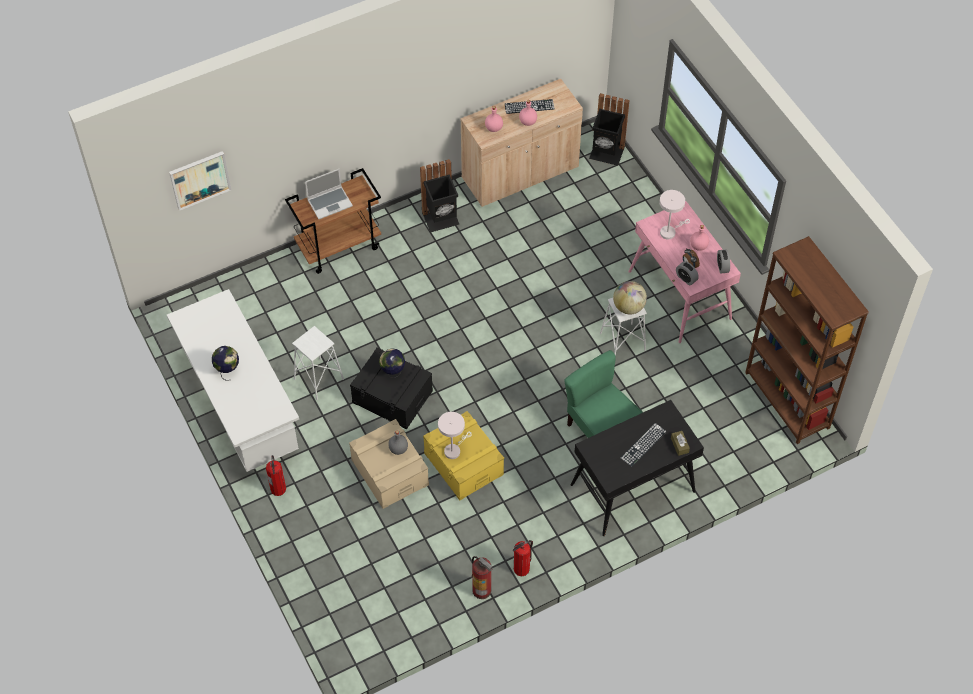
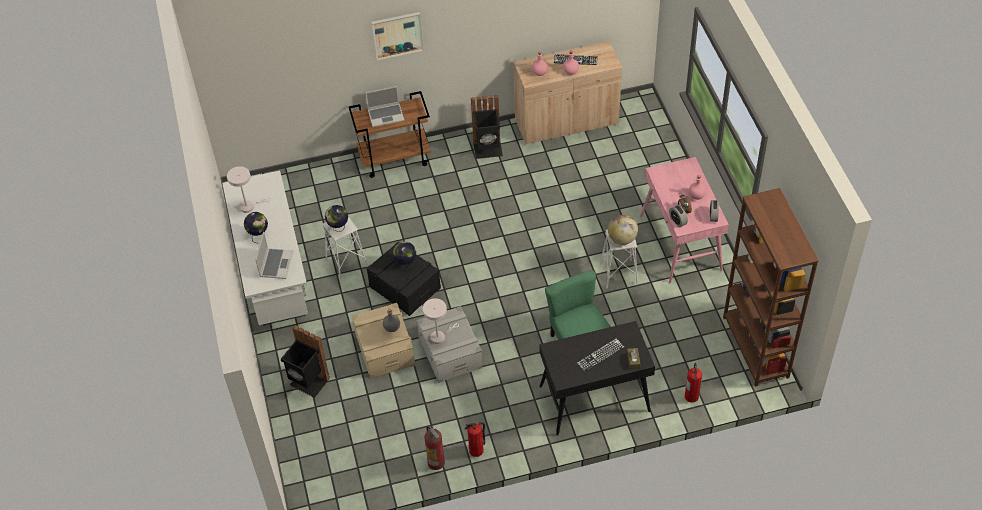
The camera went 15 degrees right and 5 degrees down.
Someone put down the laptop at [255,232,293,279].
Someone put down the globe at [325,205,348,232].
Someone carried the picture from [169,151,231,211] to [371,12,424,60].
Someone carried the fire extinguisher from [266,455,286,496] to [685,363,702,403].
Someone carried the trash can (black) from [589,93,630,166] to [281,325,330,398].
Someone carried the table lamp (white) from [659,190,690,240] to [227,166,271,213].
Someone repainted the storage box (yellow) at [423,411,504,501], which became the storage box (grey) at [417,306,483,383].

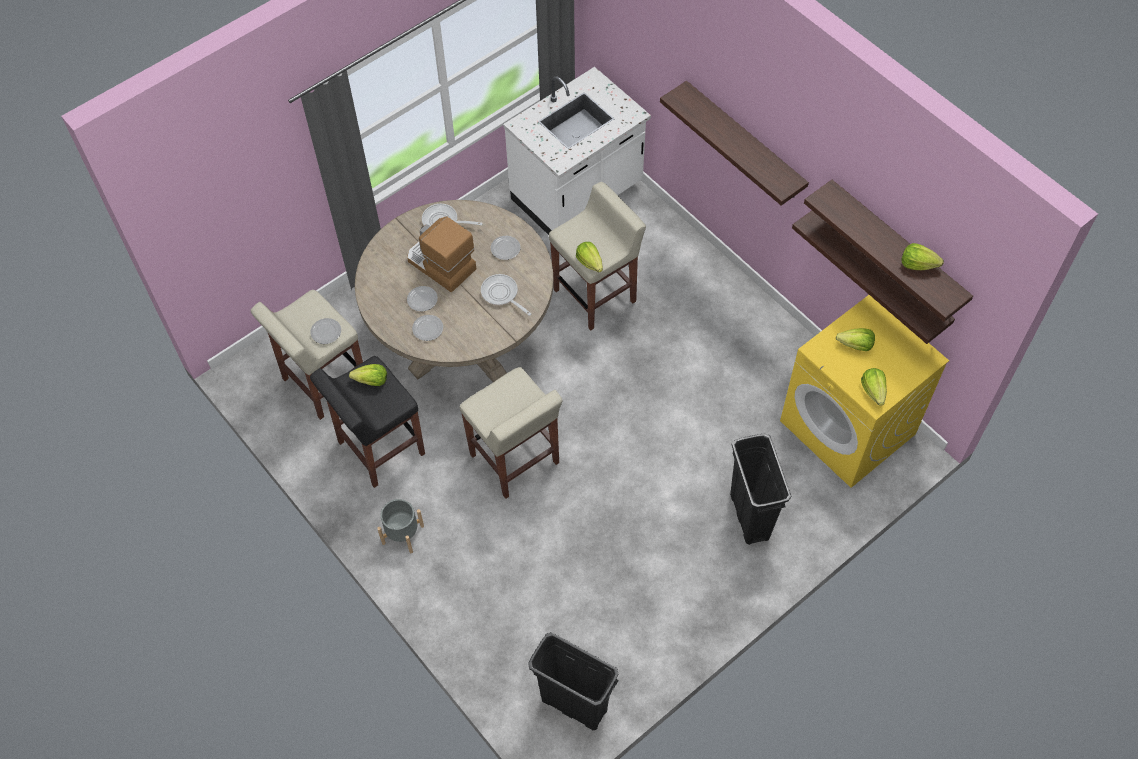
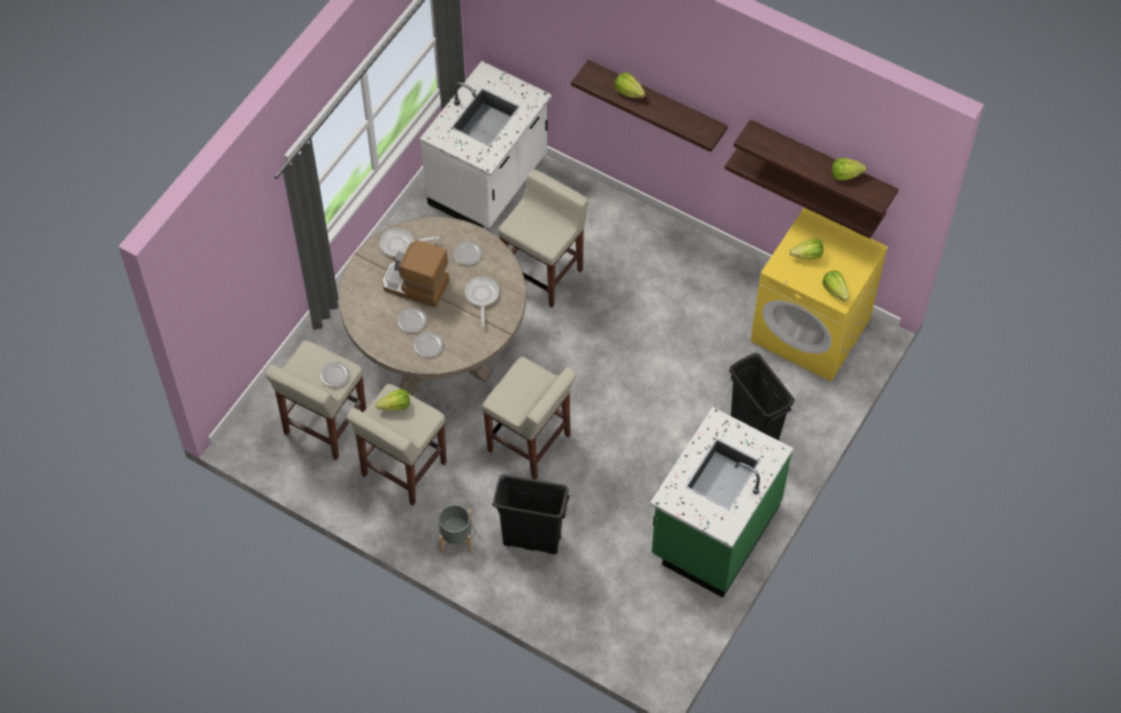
The camera went 20 degrees left and 0 degrees up.
Someone put down the counter (green) at [650,407,793,598].
Someone carried the trash can (black) from [528,632,619,730] to [492,474,570,554].
Someone carried the lettuce from [576,242,603,272] to [614,72,646,98].
Someone repainted the stool (black) at [310,356,425,488], which became the stool (beige) at [346,384,447,506].
Someone rotated the frying pan at [481,274,531,316] by 60 degrees clockwise.

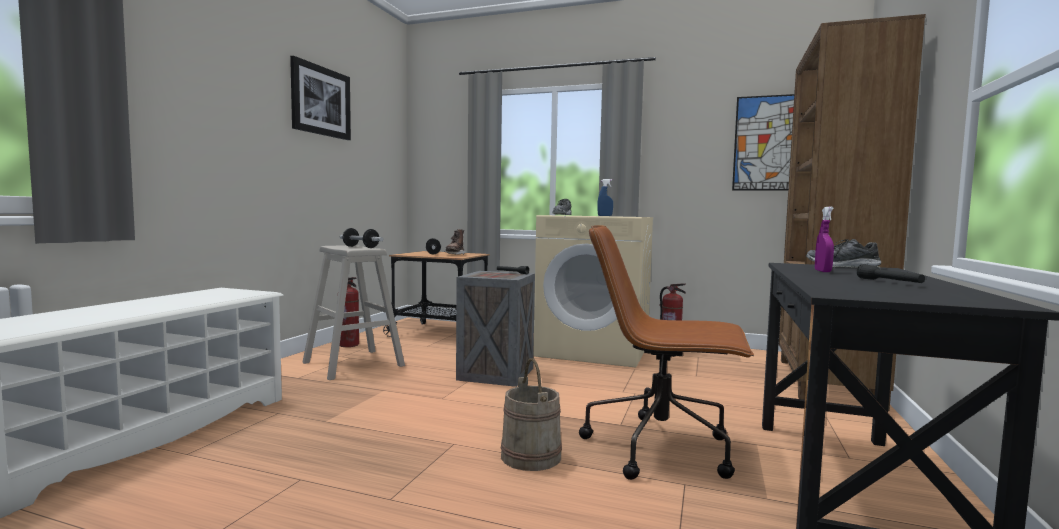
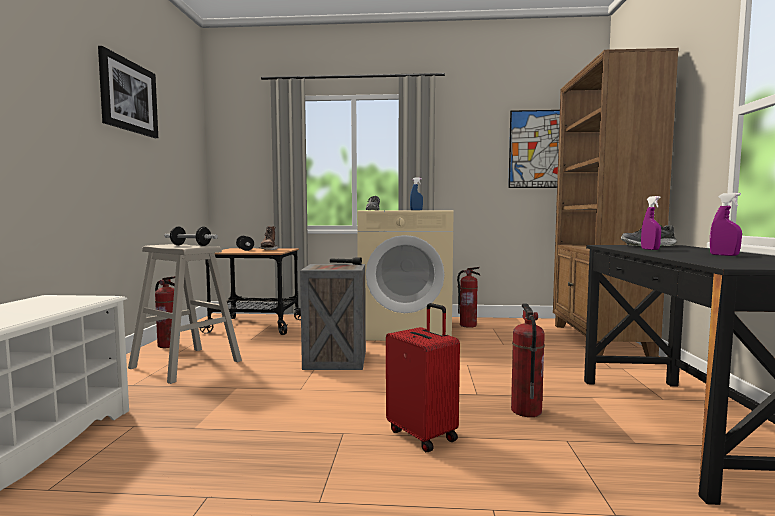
The camera went 15 degrees left and 0 degrees up.
Someone swapped the bucket (beige) at [500,358,562,471] for the suitcase (red) at [386,303,460,452].
Someone swapped the office chair (brown) at [579,225,754,480] for the fire extinguisher at [511,304,545,417].
Someone swapped the flashlight (black) at [857,264,925,283] for the spray bottle (purple) at [710,193,742,256].

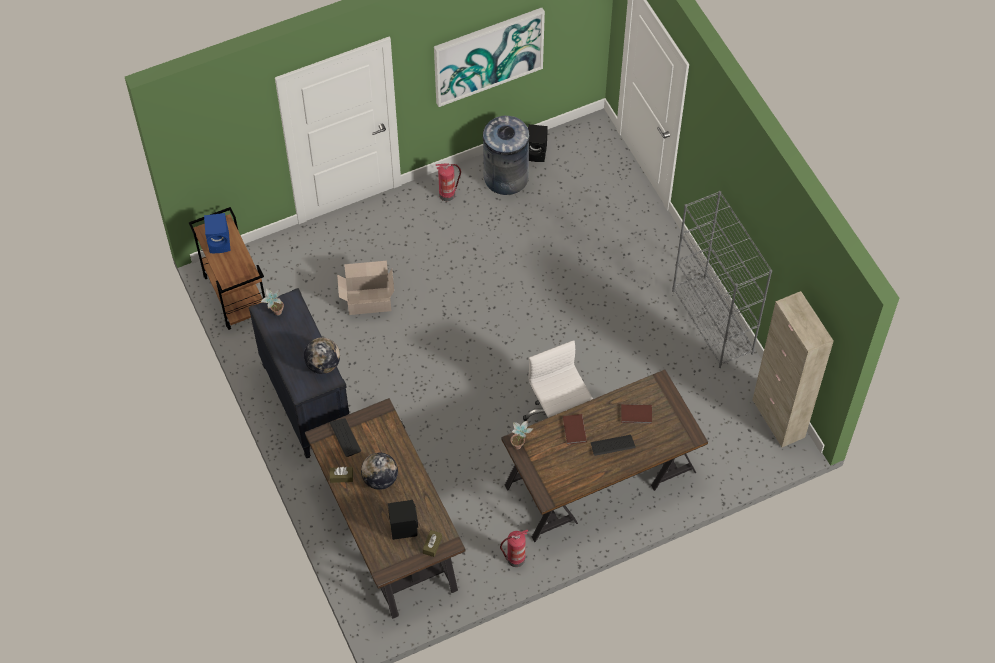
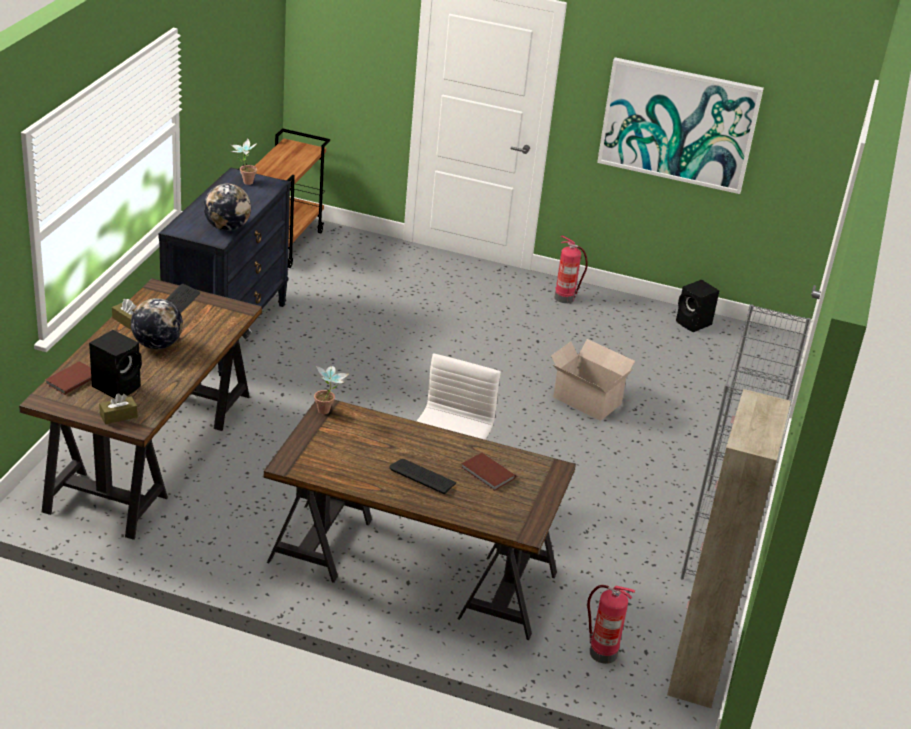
The camera went 40 degrees right and 25 degrees down.
Someone took away the speaker (blue) at [204,213,231,253].
Someone took away the trash can (grey) at [483,116,529,195].
Someone carried the cardboard box from [337,261,394,315] to [551,339,635,421].
Someone carried the fire extinguisher from [500,530,528,567] to [587,585,635,664].
Someone carried the book (brown) from [563,414,587,445] to [45,361,92,395].

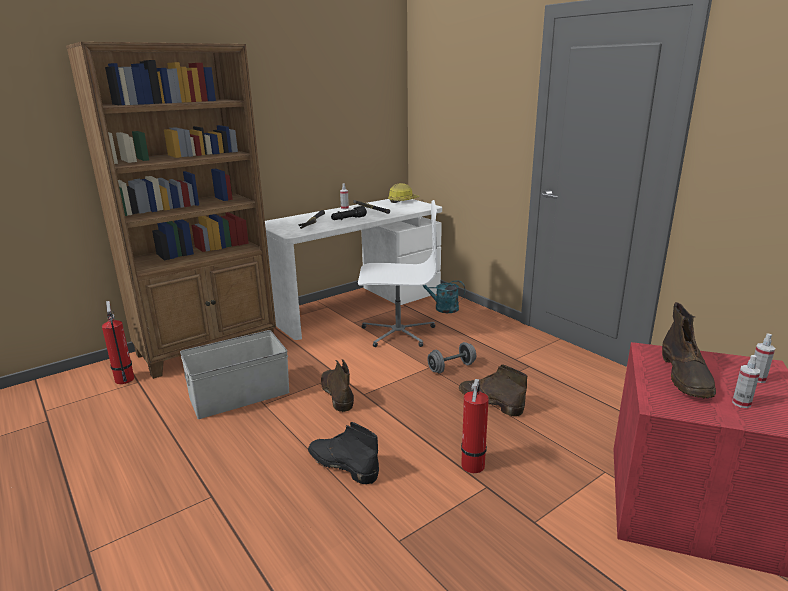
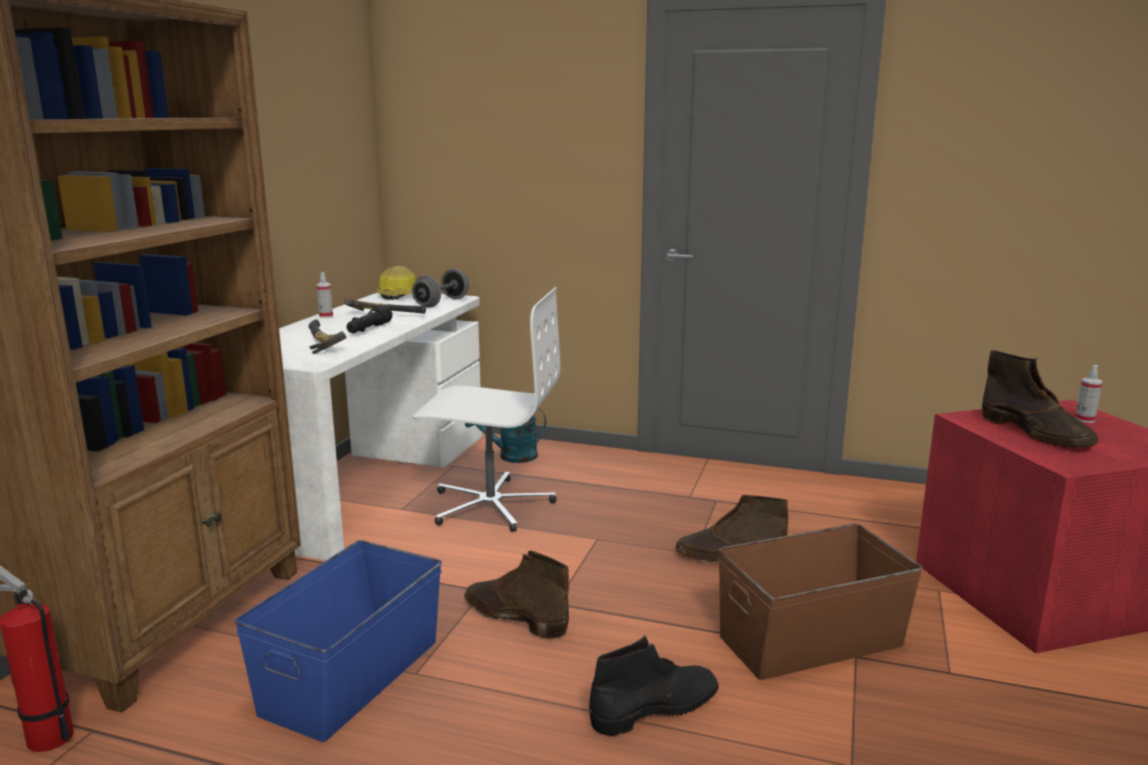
The camera went 35 degrees left and 5 degrees down.
Someone took away the spray bottle at [732,355,760,408].
Someone carried the dumbbell (grey) from [427,342,476,373] to [412,269,469,308].
Someone swapped the fire extinguisher at [461,379,489,473] for the storage box (brown) at [718,524,923,680].
Someone repainted the storage box (grey) at [180,330,289,419], which became the storage box (blue) at [235,540,442,742].
Someone rotated the boot (black) at [308,422,379,484] by 150 degrees clockwise.
Someone rotated the office chair (white) at [358,200,438,347] by 45 degrees clockwise.

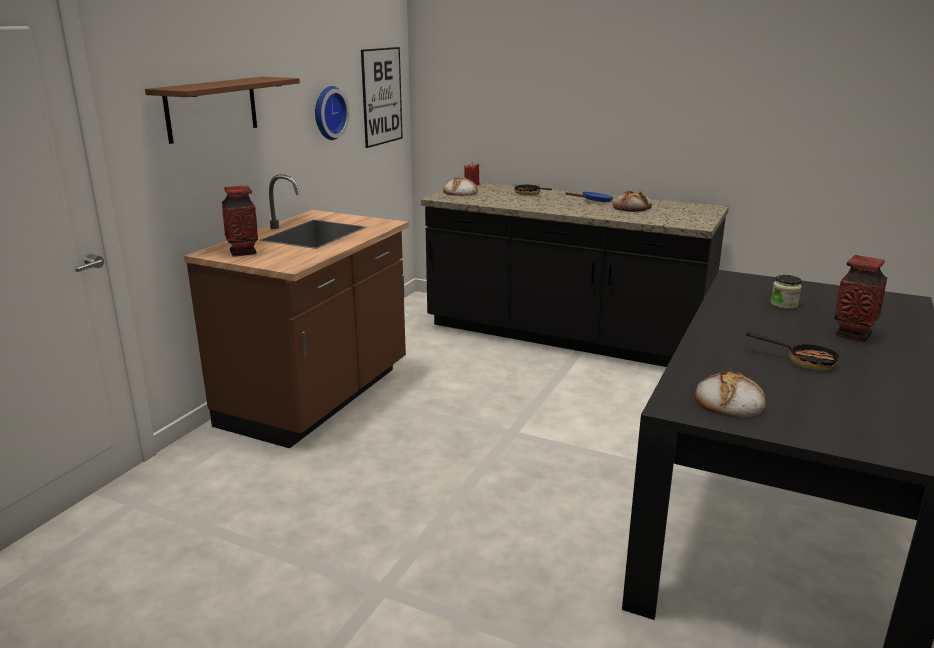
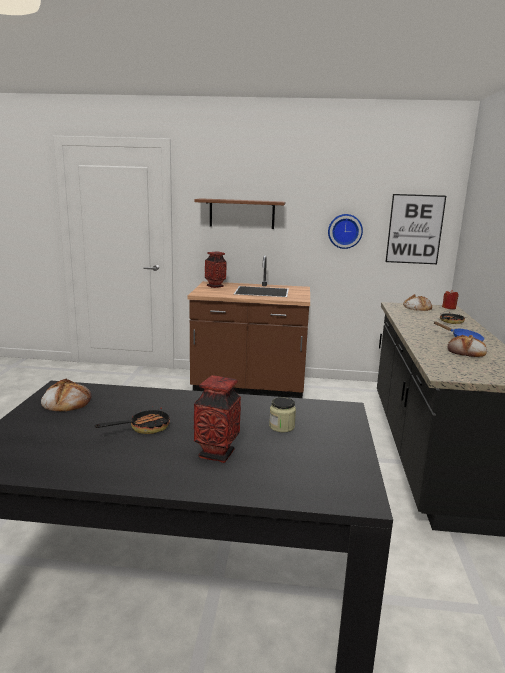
The camera went 70 degrees right and 5 degrees down.
Someone rotated the frying pan at [746,332,840,371] by 135 degrees counterclockwise.

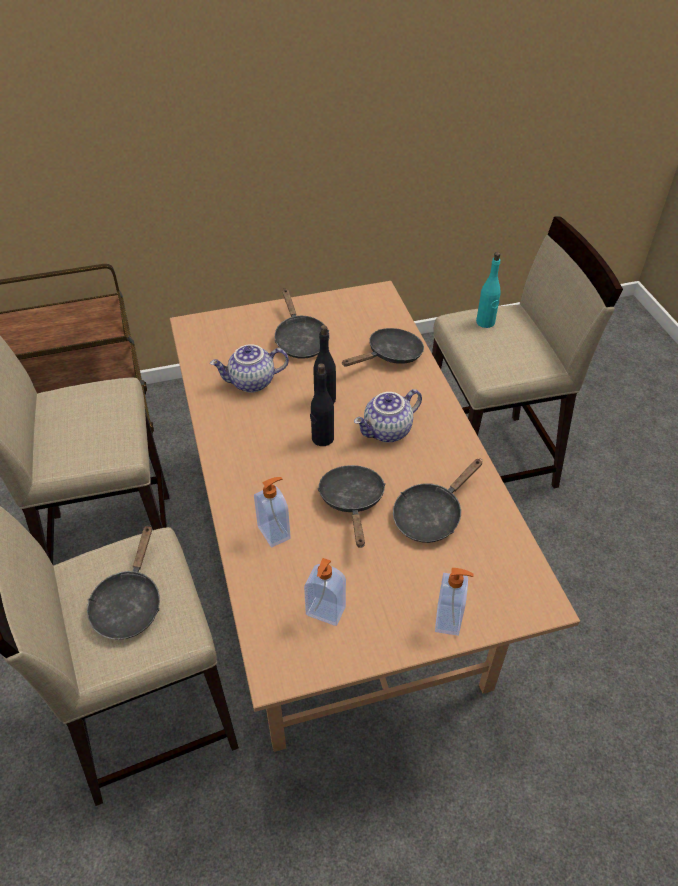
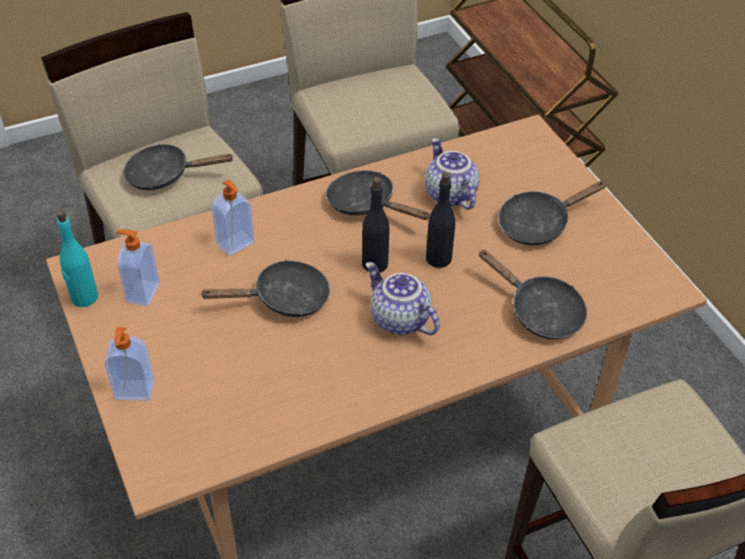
The camera went 80 degrees right and 0 degrees up.
Someone carried the frying pan (black) from [393,459,483,543] to [326,170,430,220].
Someone carried the bottle (turquoise) from [476,252,501,328] to [57,210,98,307].

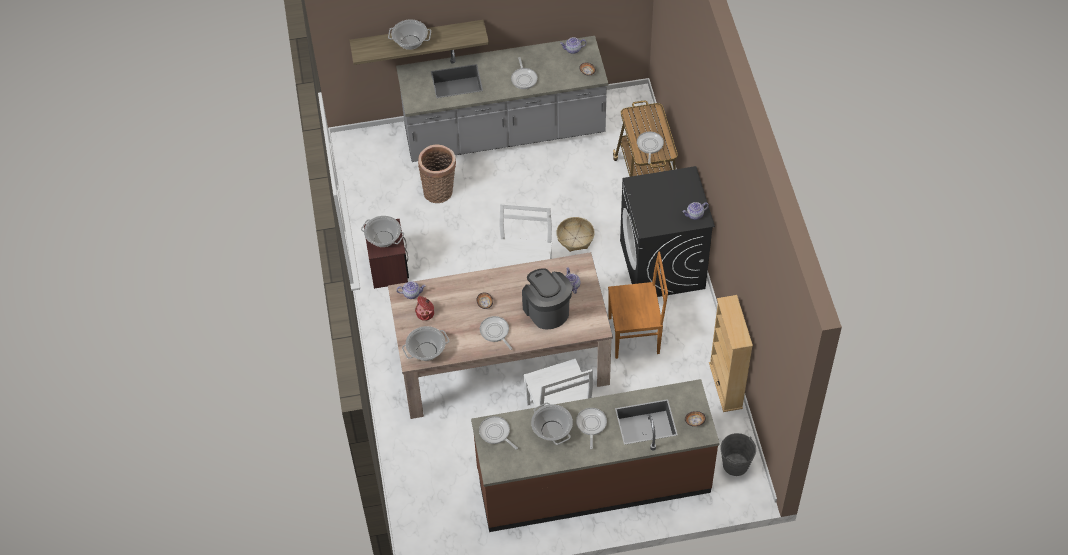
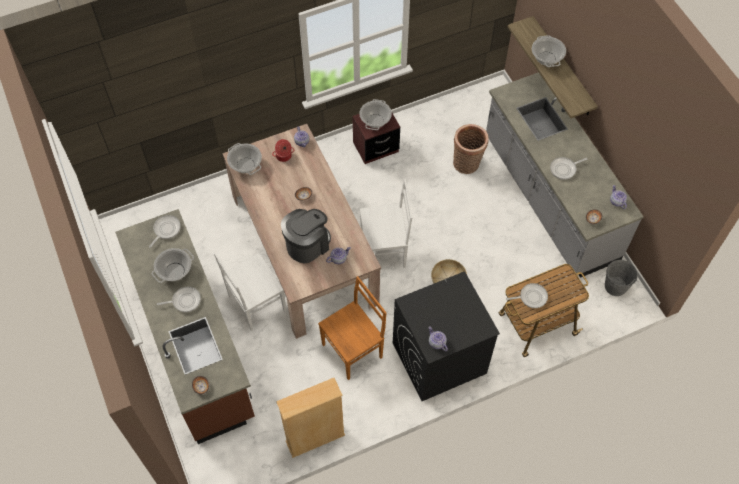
The camera went 75 degrees right and 5 degrees up.
Someone took away the frying pan at [480,316,512,350].
Someone carried the bucket (grey) from [720,433,756,476] to [605,260,638,296].
Someone rotated the chair (brown) at [608,251,668,359] by 105 degrees counterclockwise.

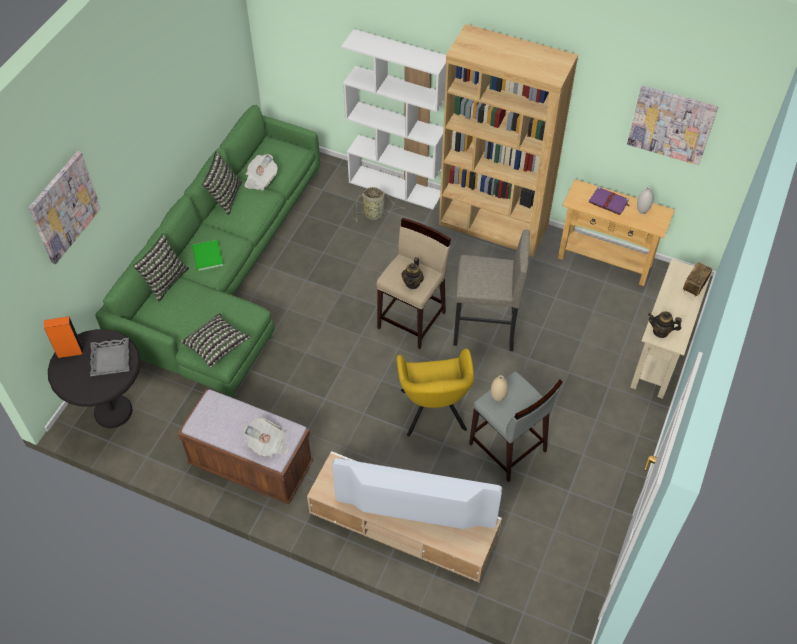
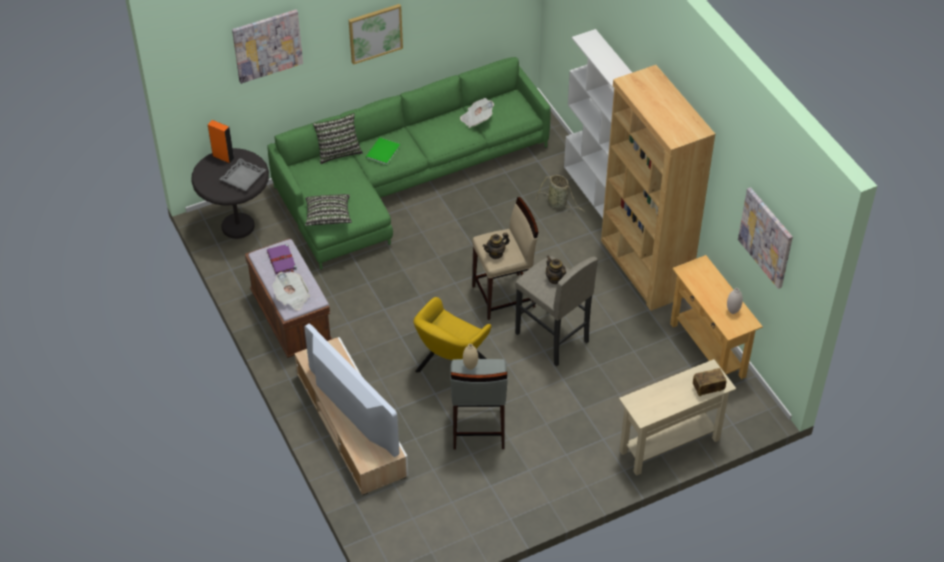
The camera went 40 degrees right and 5 degrees down.
Someone took away the pillow at [202,151,242,215].
Someone put up the picture at [349,4,403,65].
Someone carried the book (purple) from [589,186,630,215] to [267,244,297,275].
Someone carried the teapot from [648,311,682,338] to [546,255,566,284].

